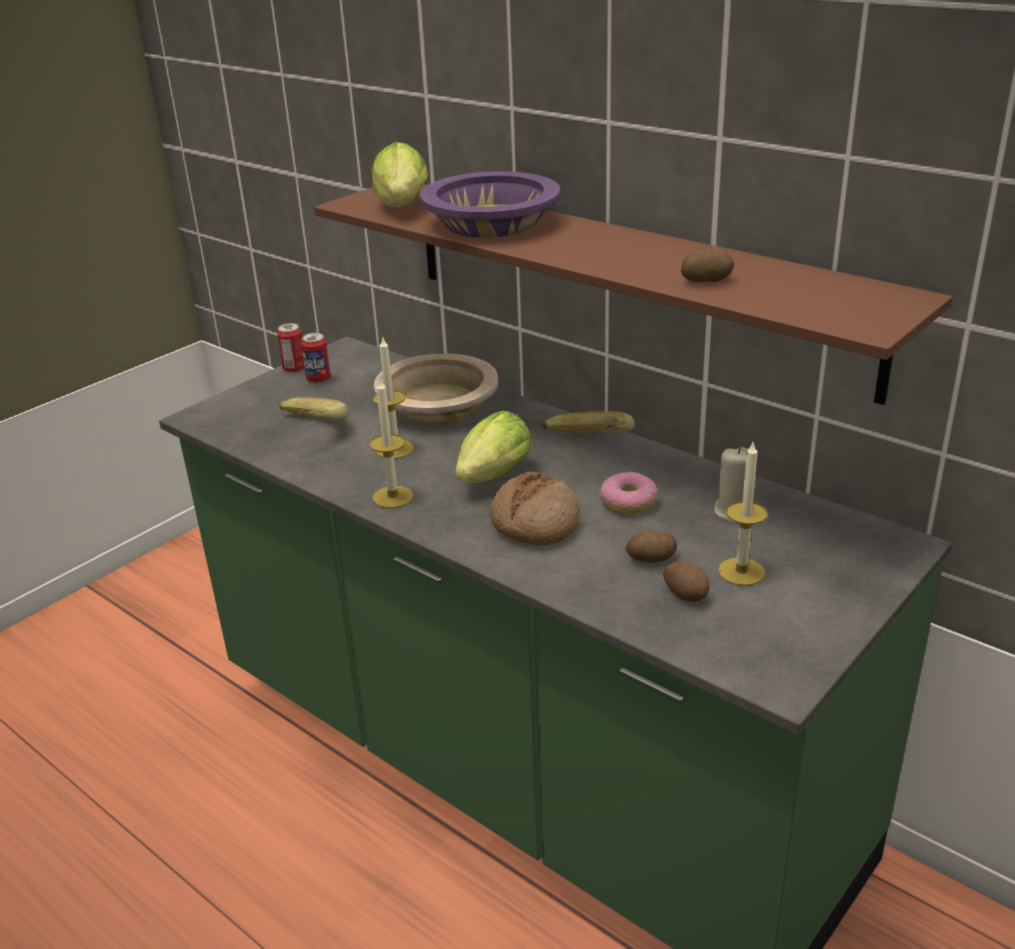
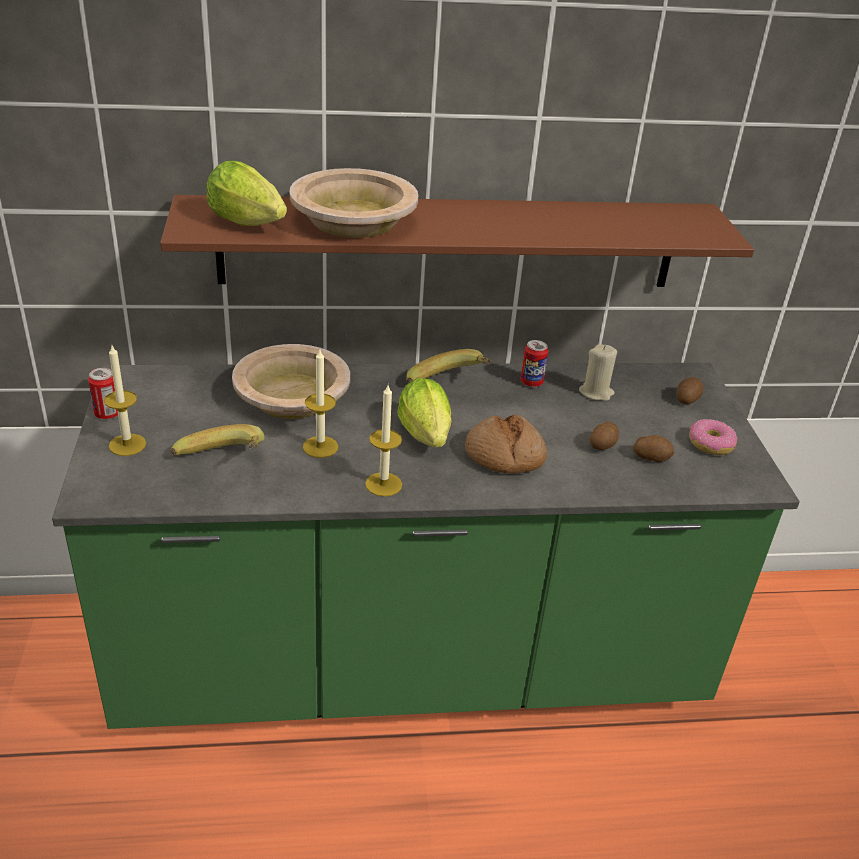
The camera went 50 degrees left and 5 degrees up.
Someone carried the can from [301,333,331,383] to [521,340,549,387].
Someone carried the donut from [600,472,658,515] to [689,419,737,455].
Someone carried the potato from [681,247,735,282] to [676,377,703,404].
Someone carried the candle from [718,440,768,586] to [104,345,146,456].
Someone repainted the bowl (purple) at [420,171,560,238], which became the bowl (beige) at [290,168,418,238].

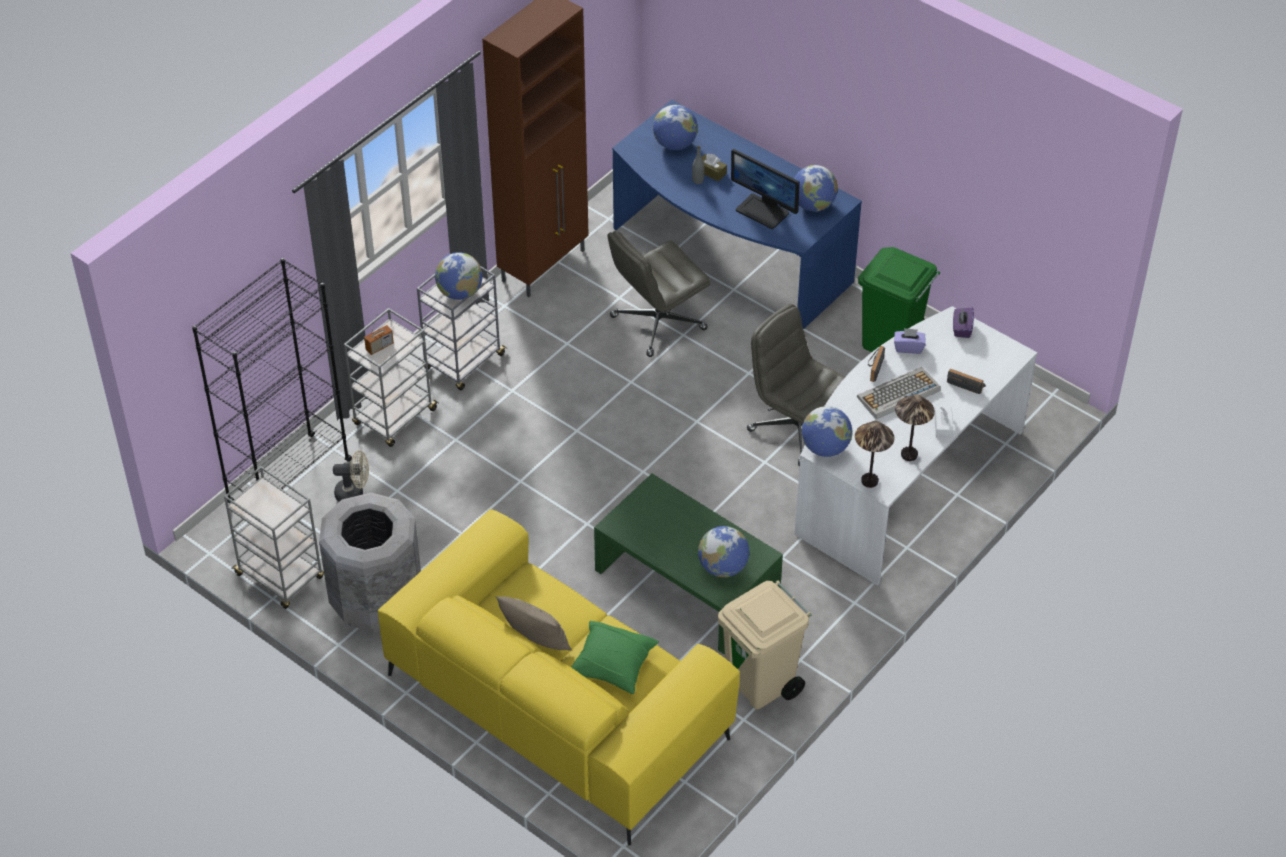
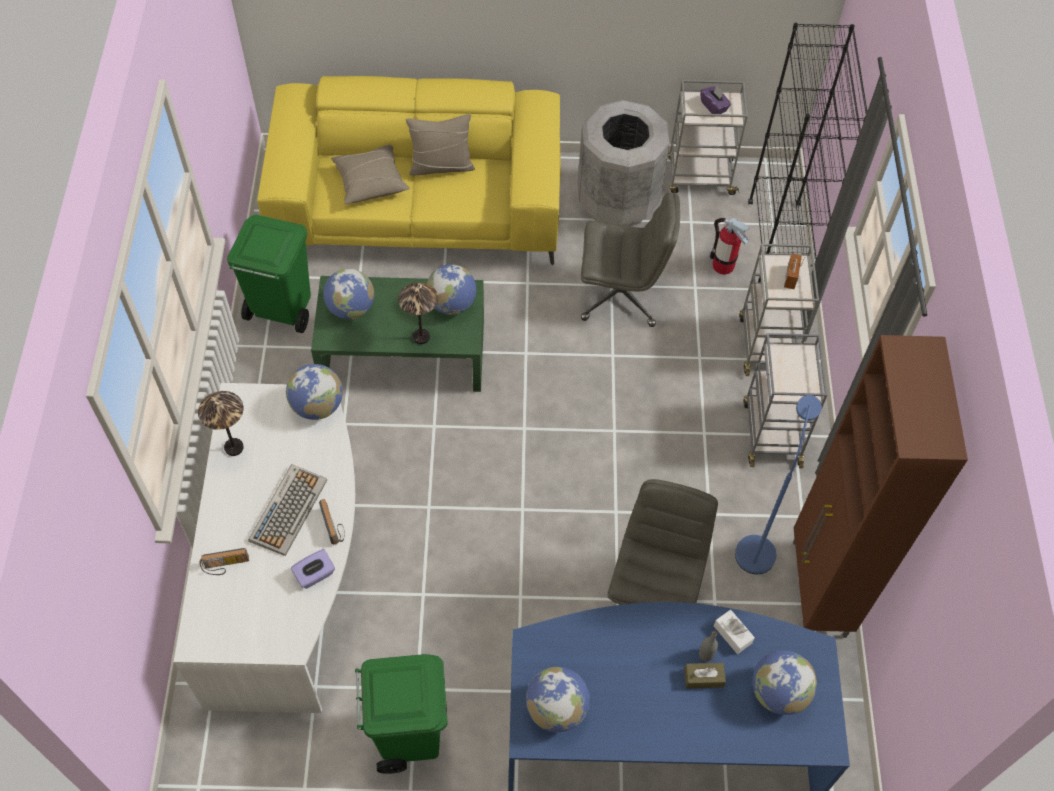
The camera went 140 degrees right and 10 degrees up.
Someone took away the monitor at [731,149,800,229].
Someone put down the floor lamp (blue) at [735,395,822,574].
Someone carried the globe from [435,252,482,300] to [427,264,476,315].
Someone carried the office chair (grey) from [747,304,845,466] to [581,192,680,327].
Someone carried the table lamp from [855,421,894,488] to [398,282,438,344].
Someone carried the tissue box (white) from [935,407,953,439] to [714,610,755,654].
Someone carried the tissue box (purple) from [953,308,974,338] to [700,86,731,114].
Someone swapped the fan (beige) at [333,450,369,502] for the fire extinguisher at [710,218,750,275].
Someone repainted the pillow (green) at [571,621,659,694], which became the pillow (beige) at [331,145,410,204].
Someone repainted the trash can (beige) at [718,581,811,709], which became the trash can (green) at [227,215,311,333].

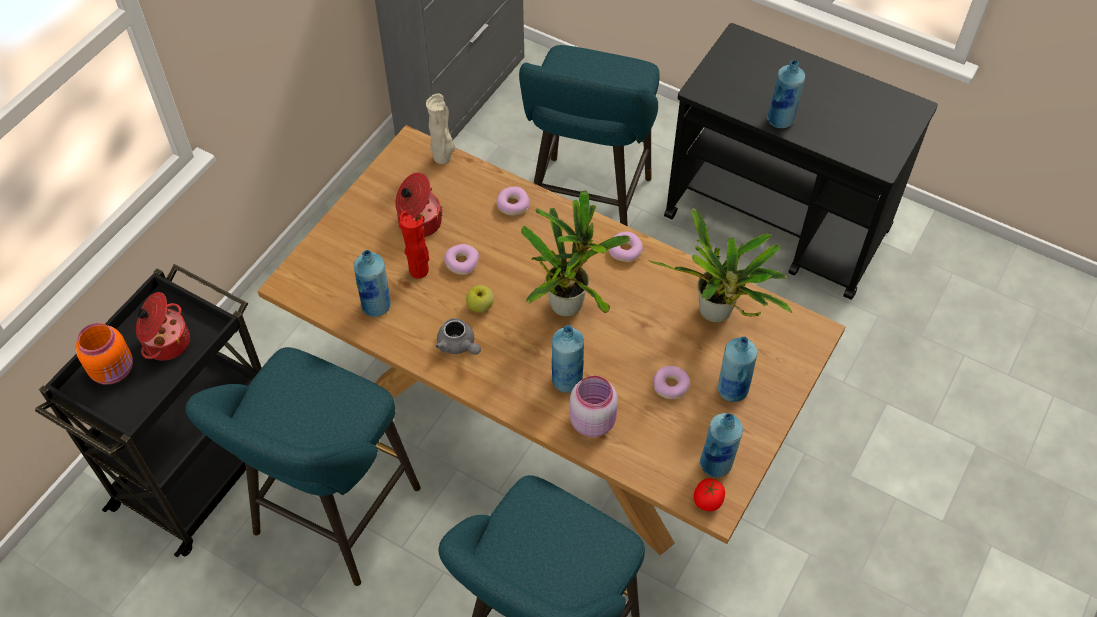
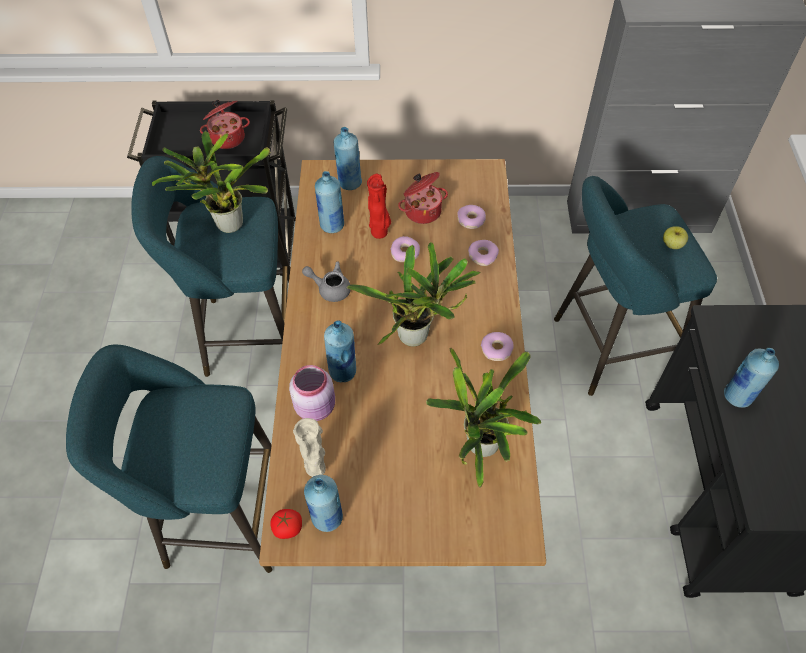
The camera went 60 degrees right and 0 degrees up.
Someone took away the jar (orange) at [76,323,133,385].
Someone put down the potted plant at [152,131,270,233].
Someone carried the vase (beige) from [426,93,455,164] to [293,418,326,477].
Someone carried the apple from [466,285,494,312] to [663,226,688,249].
Someone carried the donut from [654,366,690,399] to [457,205,486,229].
Someone carried the bottle (blue) from [718,336,757,402] to [334,127,362,190].
Someone rotated the teapot (grey) at [436,318,481,355] by 90 degrees clockwise.

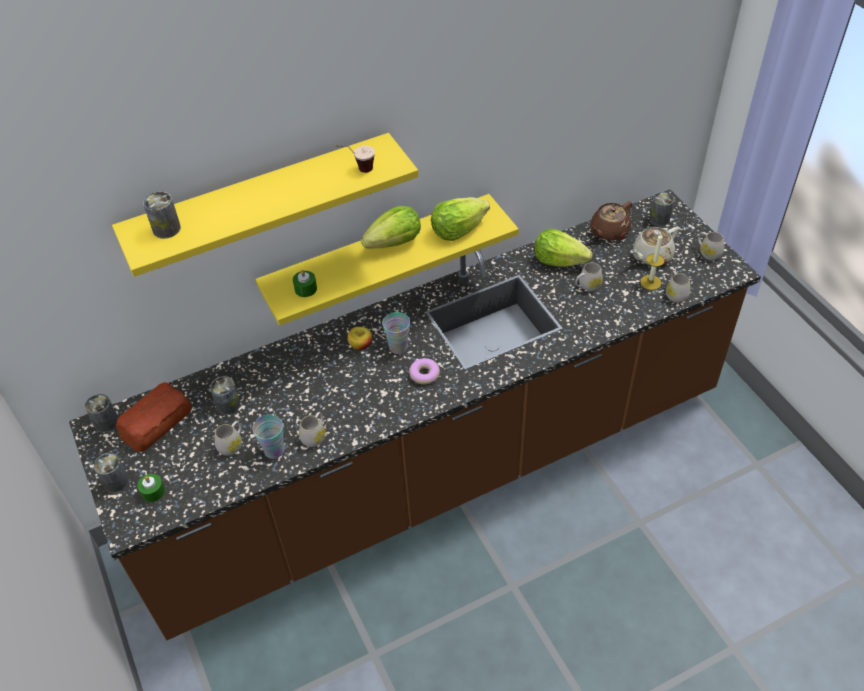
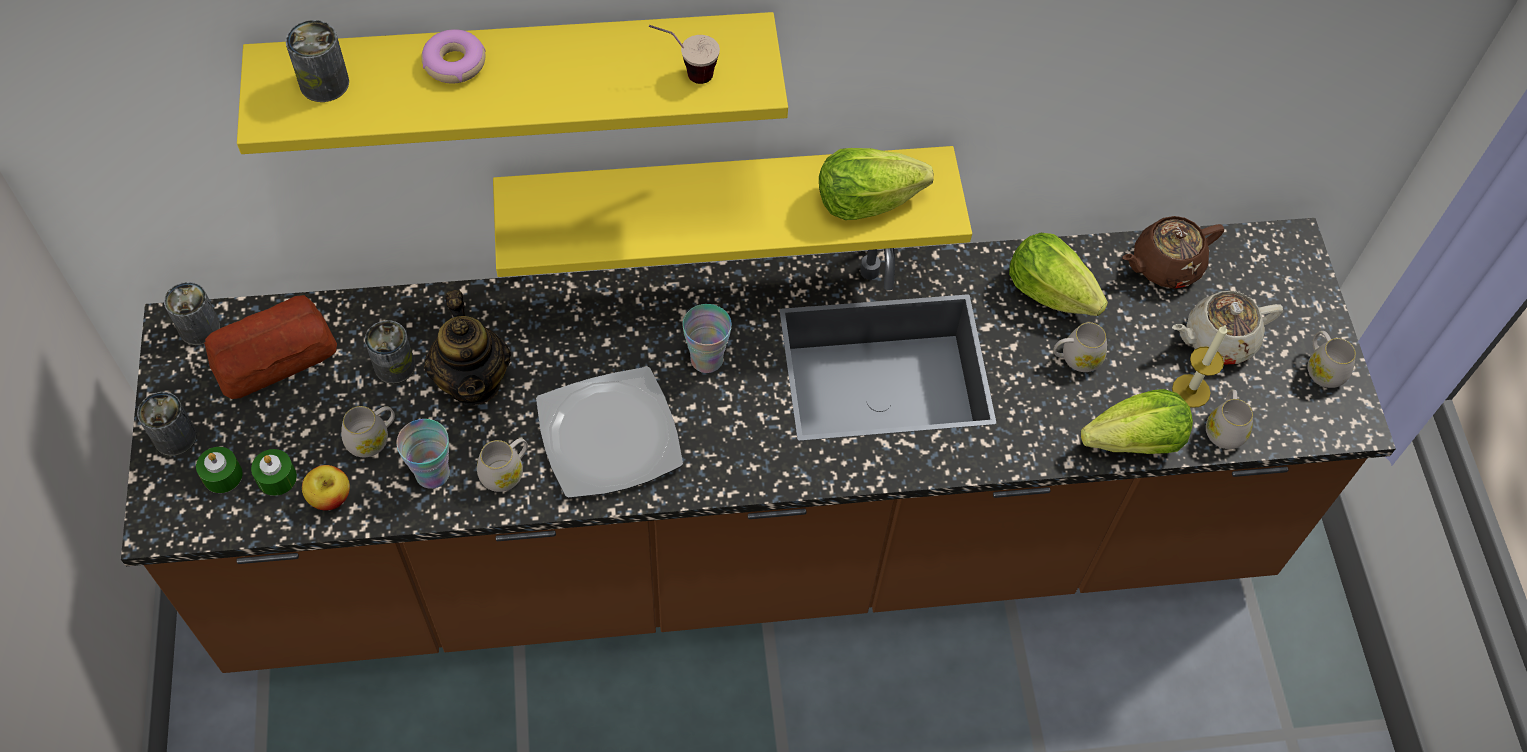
The camera went 15 degrees right and 10 degrees up.
Someone took away the can at [649,192,674,226].
Someone put down the teapot at [424,290,511,405].
Someone put down the plate at [536,367,683,498].
Someone carried the candle (green) from [293,270,317,297] to [251,449,297,496].
Someone carried the apple from [347,327,372,350] to [302,465,350,510].
Someone carried the lettuce from [361,206,421,248] to [1081,389,1193,454].
Someone carried the donut from [409,358,440,385] to [422,29,486,83].

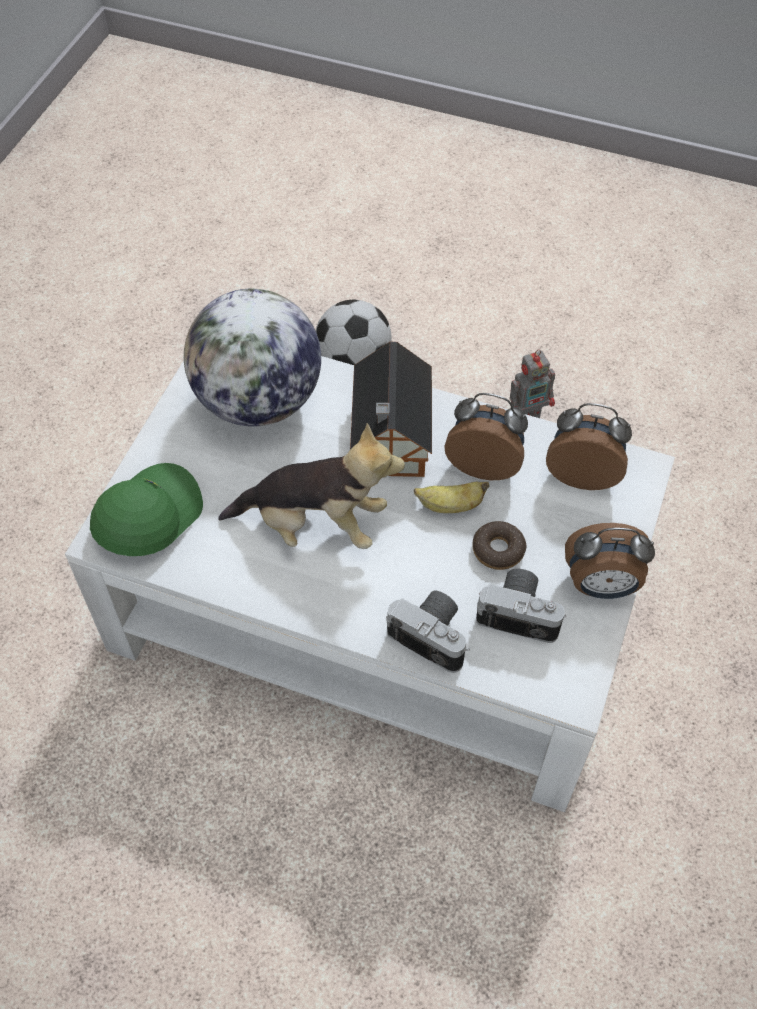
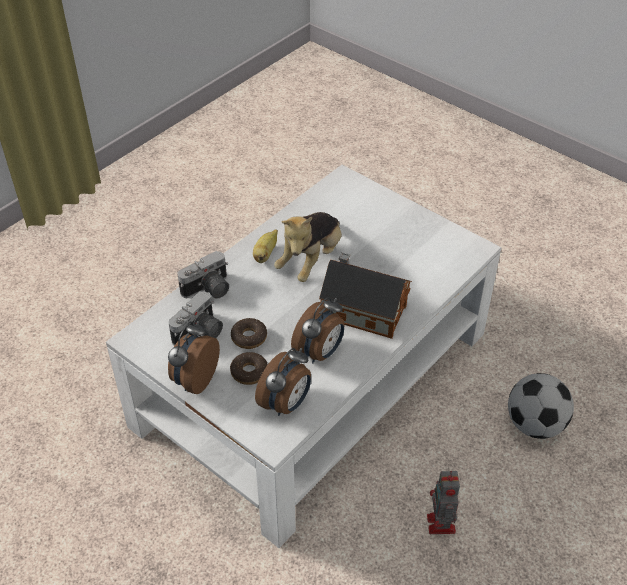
The camera went 110 degrees right and 10 degrees down.
Someone took away the cap (green) at [90,463,203,556].
Someone took away the globe at [184,289,321,427].
Someone put down the donut at [230,352,268,385].
Someone carried the banana from [414,482,489,513] to [253,229,278,263].

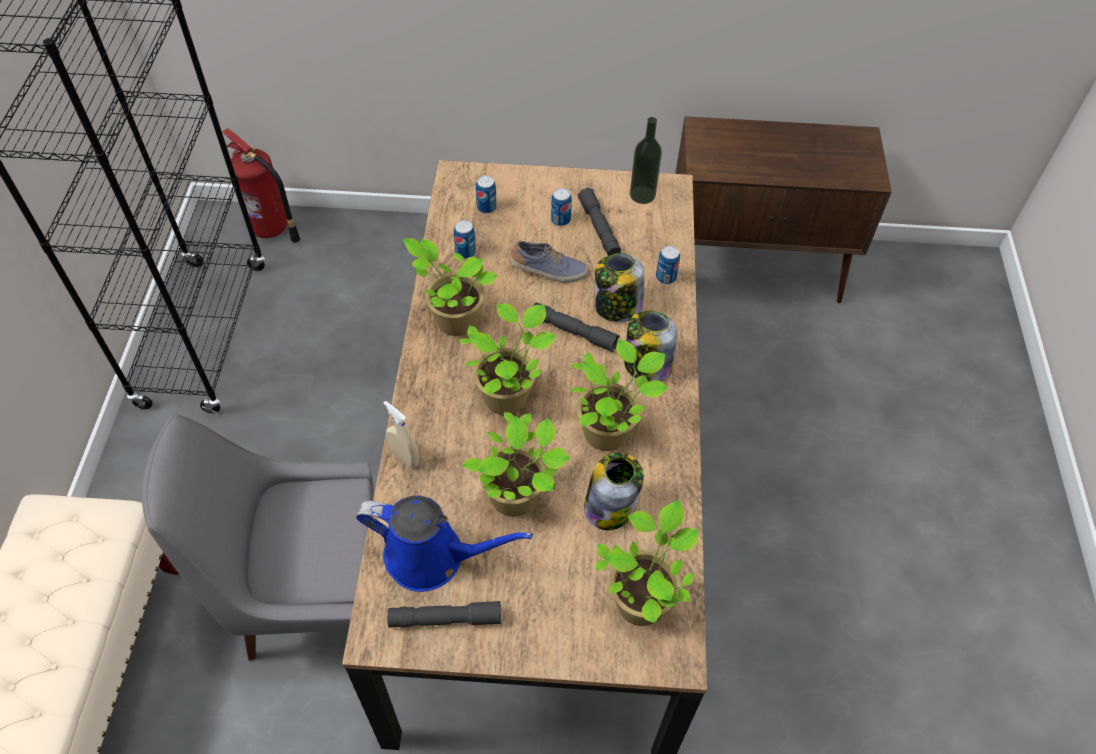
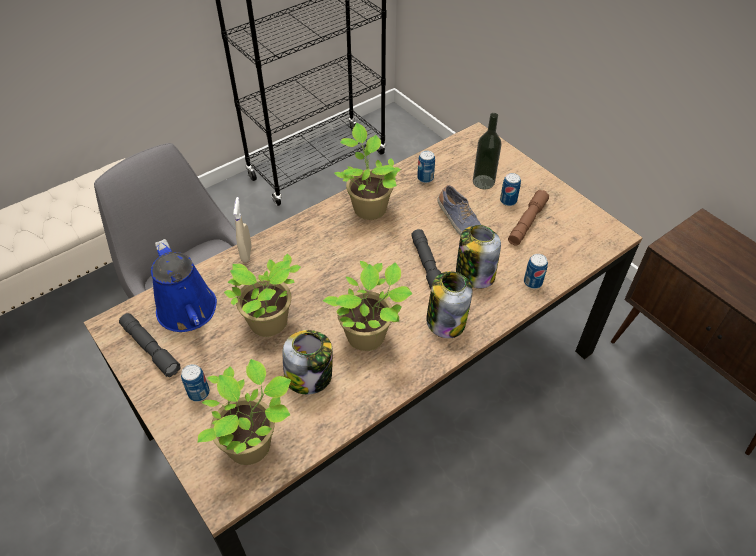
The camera went 50 degrees right and 5 degrees down.
Someone took away the fire extinguisher at [222,128,300,243].
Someone took away the potted plant at [459,303,557,415].
Someone carried the can from [476,175,497,214] to [181,364,210,402].
Someone carried the bottle from [630,117,662,204] to [473,113,501,189].
Someone repainted the flashlight (grey) at [578,188,621,256], which became the flashlight (brown) at [508,190,549,246].

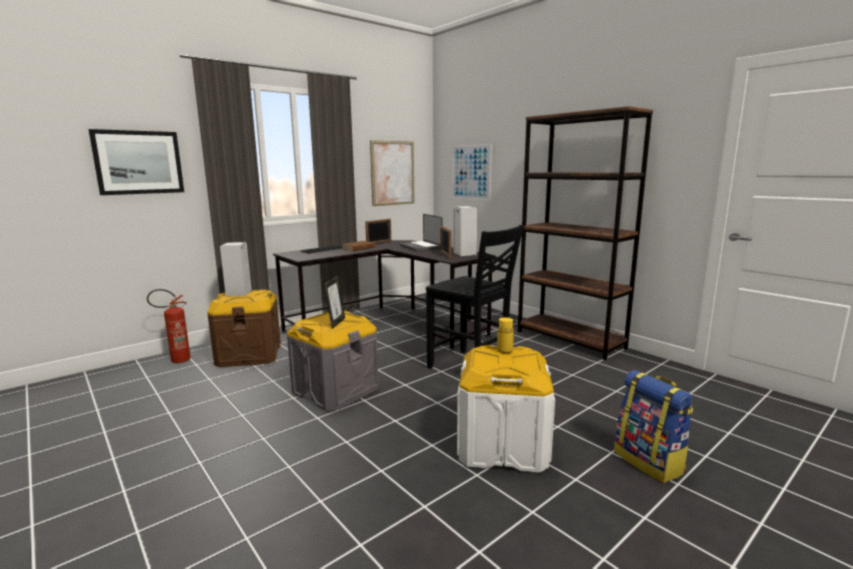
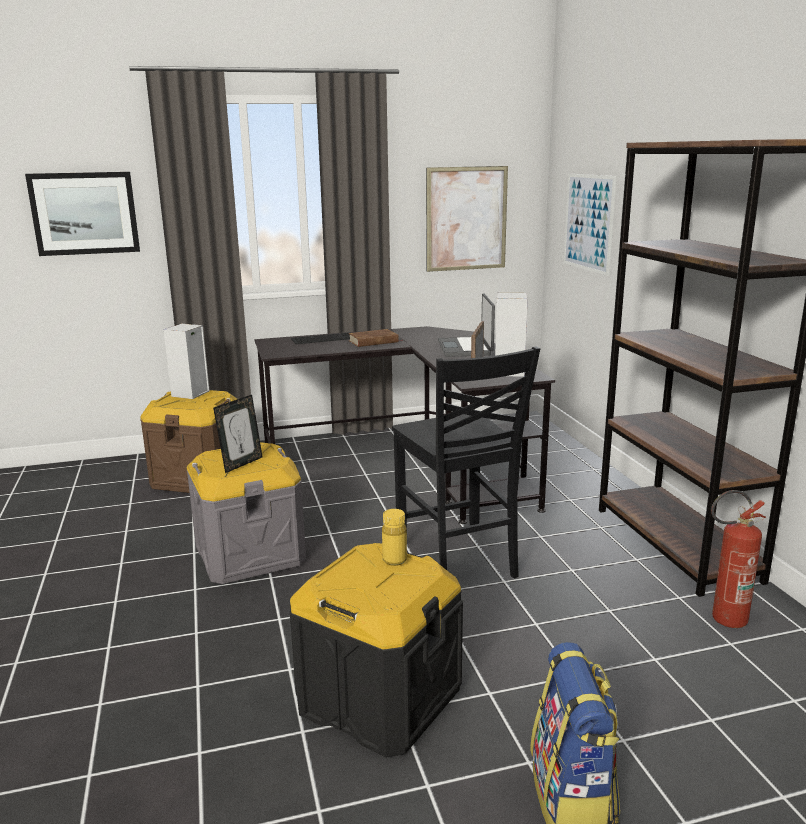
The camera went 25 degrees right and 5 degrees up.
Someone took away the picture frame at [365,219,391,244].
Someone carried the fire extinguisher from [147,289,190,363] to [711,490,766,628].
Someone repainted the storage box (white) at [457,345,555,473], which became the storage box (black) at [290,543,463,757].

